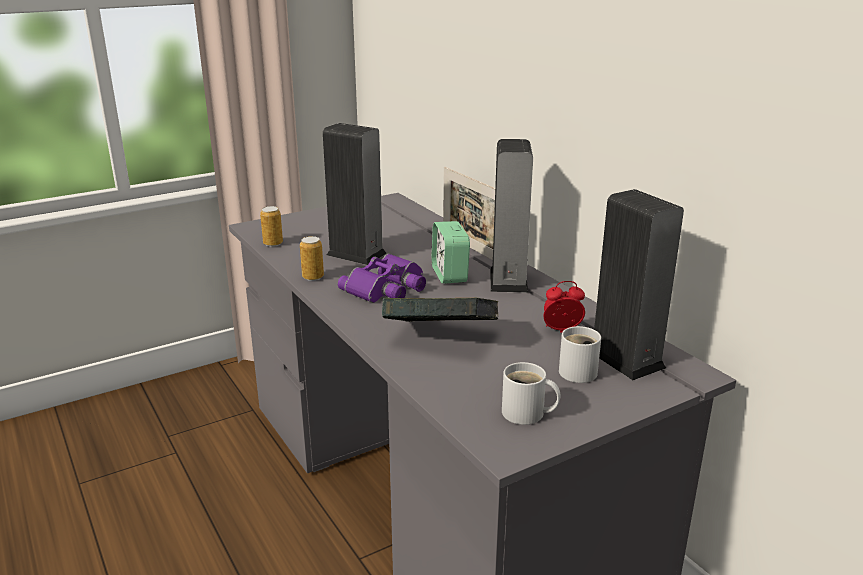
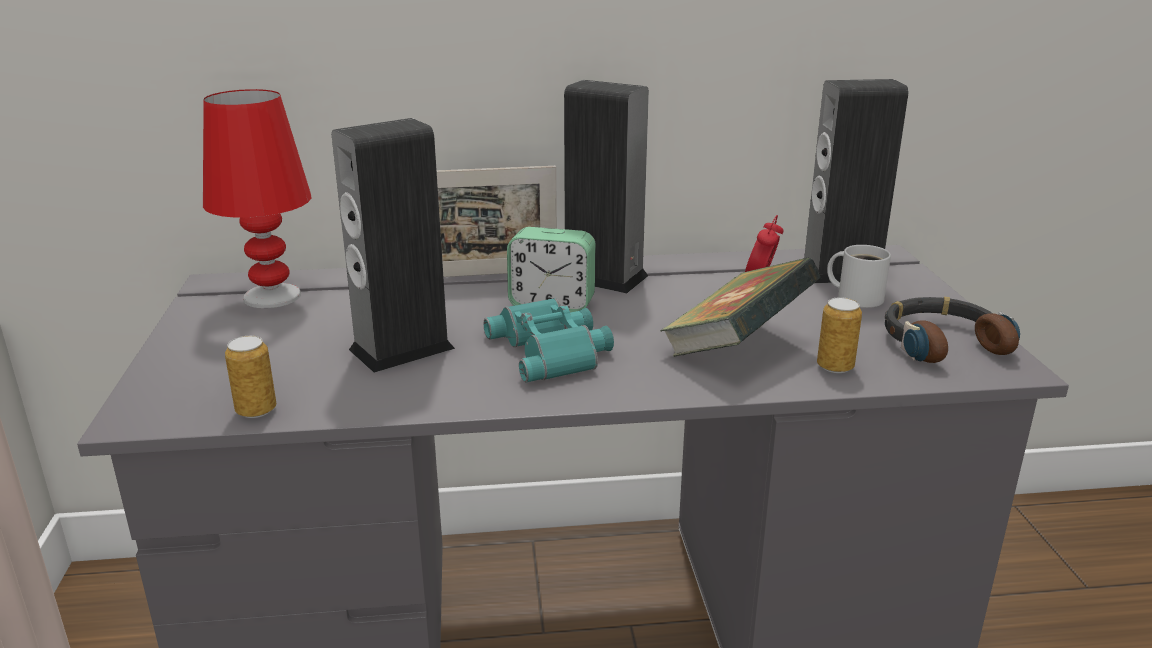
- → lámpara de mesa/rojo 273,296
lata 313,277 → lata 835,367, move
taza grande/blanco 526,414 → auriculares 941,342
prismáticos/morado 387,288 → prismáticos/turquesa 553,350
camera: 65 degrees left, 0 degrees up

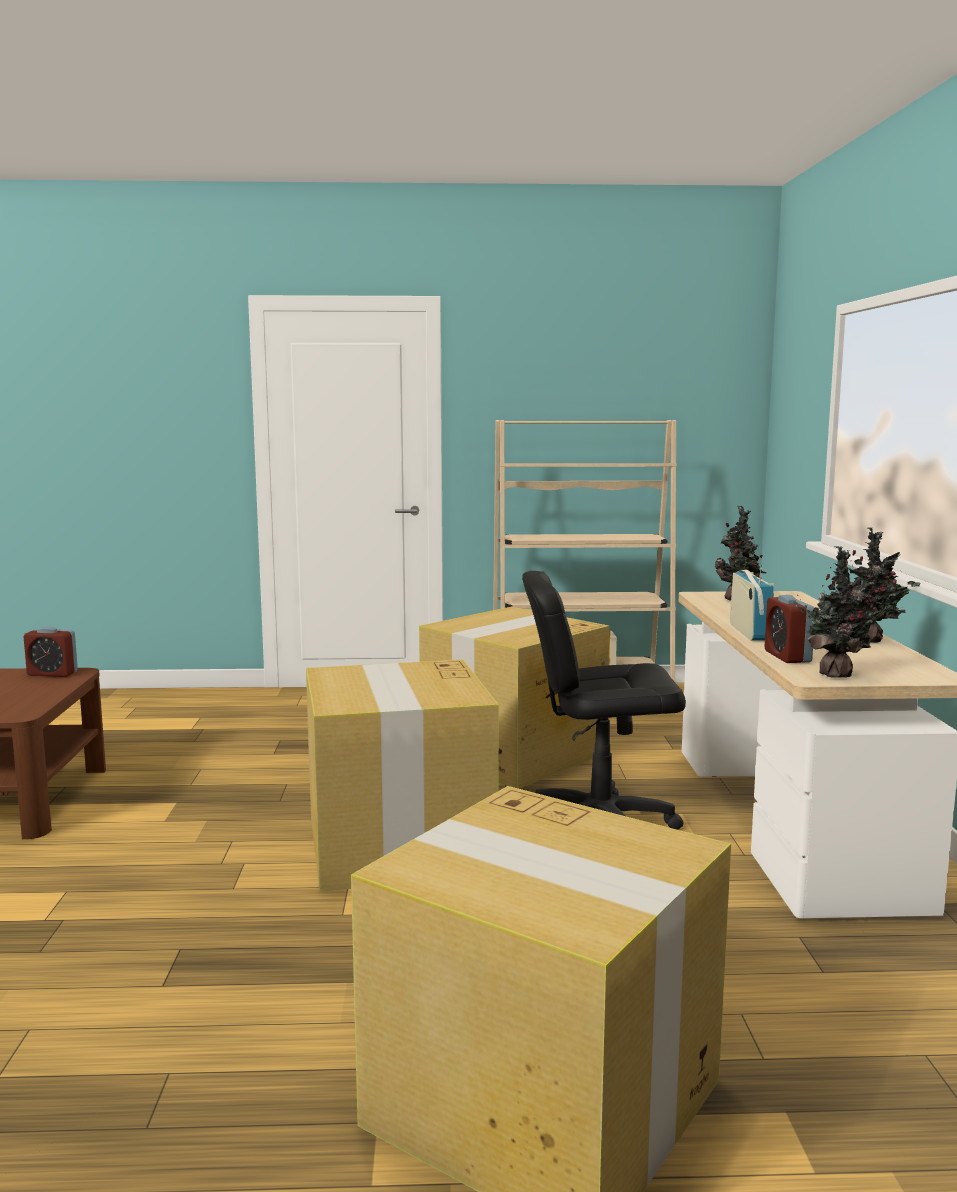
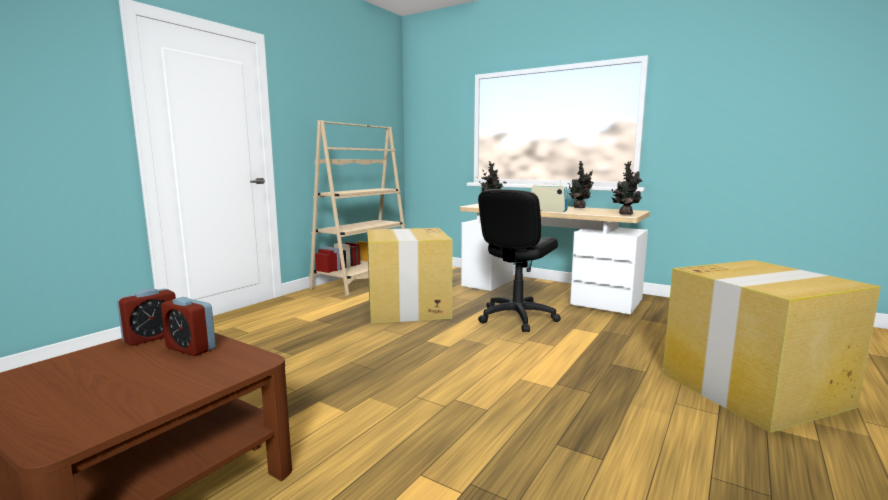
caja de cartón 399,845 → -
despertador 787,656 → despertador 190,348, move
camera: 55 degrees left, 0 degrees up

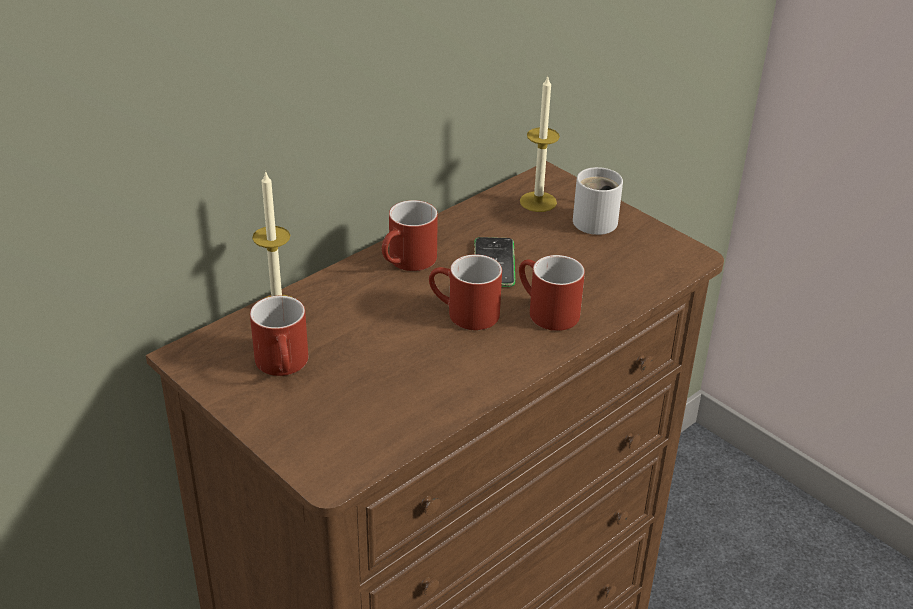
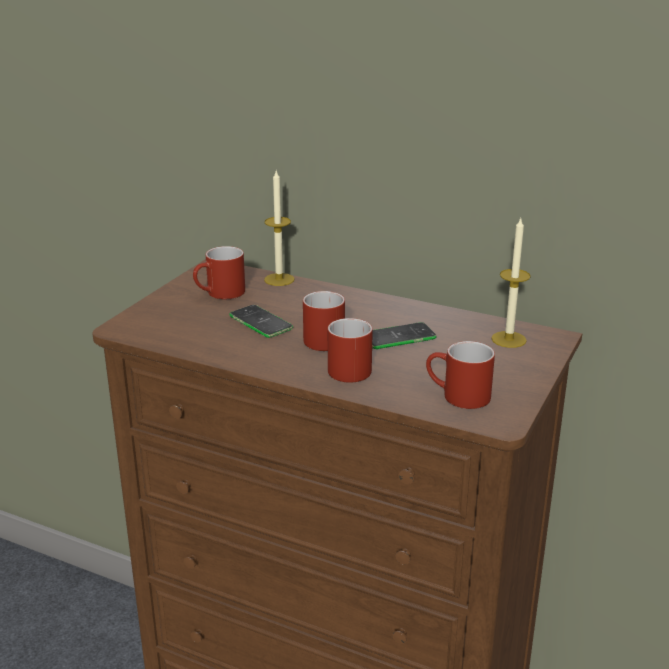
taza grande/blanco 597,220 → -
- → móvil 260,322
taza grande/rojo 408,263 → taza grande/rojo 457,396, move
camera: 70 degrees right, 10 degrees down

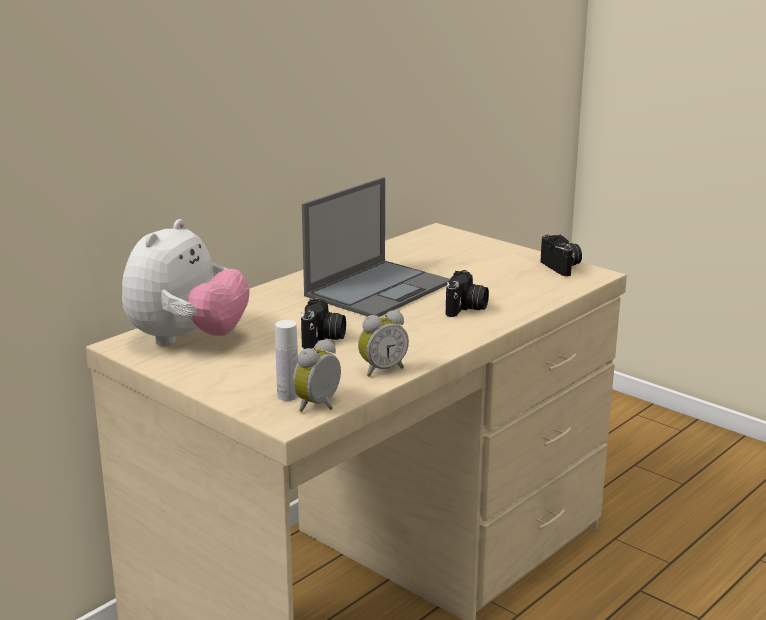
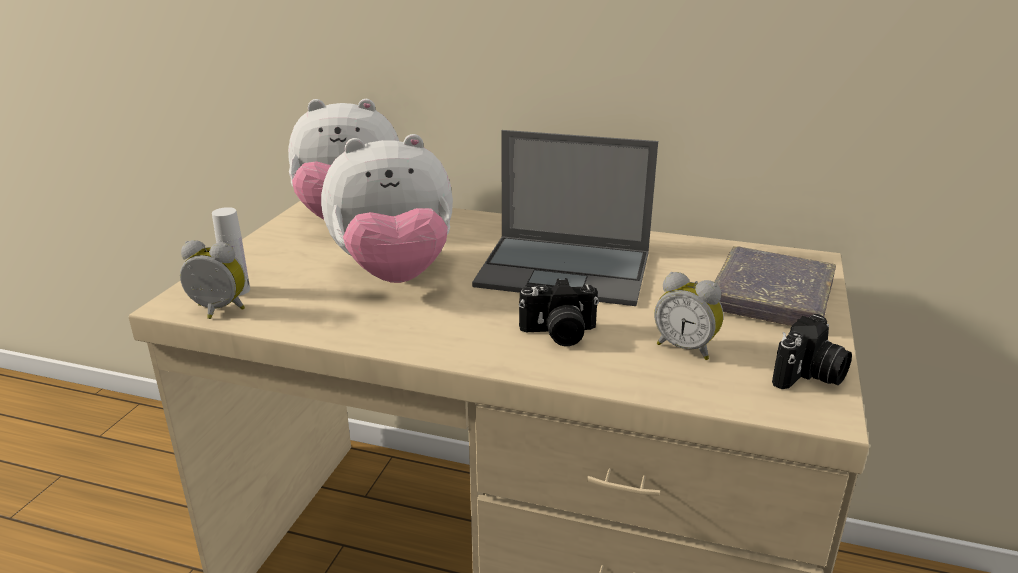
- → libro/gris 771,296
despertador 381,369 → despertador 686,348, move
cámara 323,339 → peluche 394,274
camera: 65 degrees right, 5 degrees up

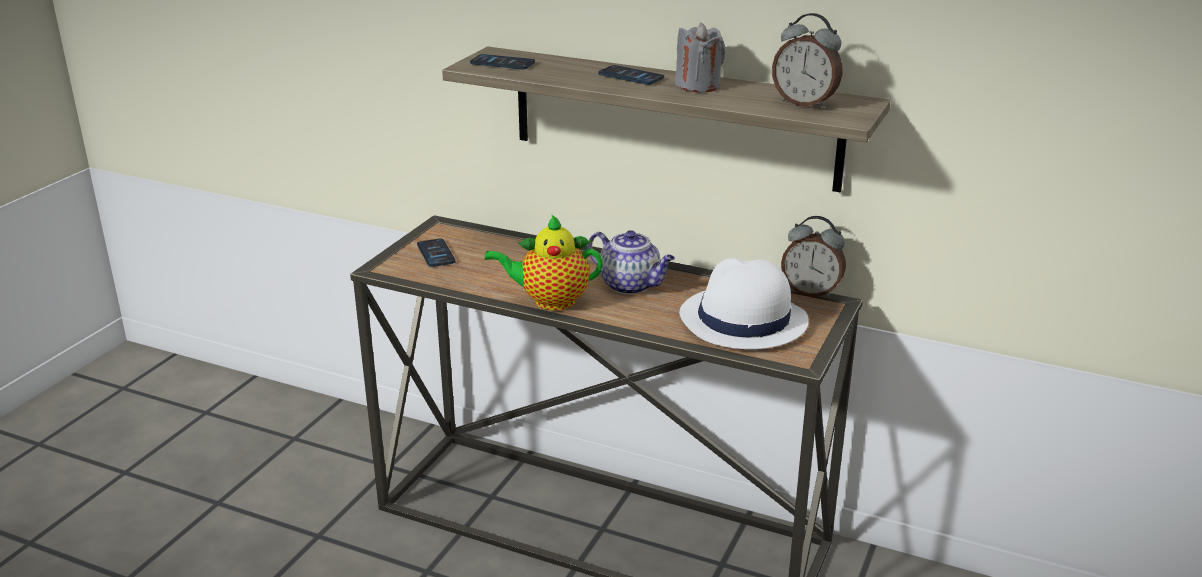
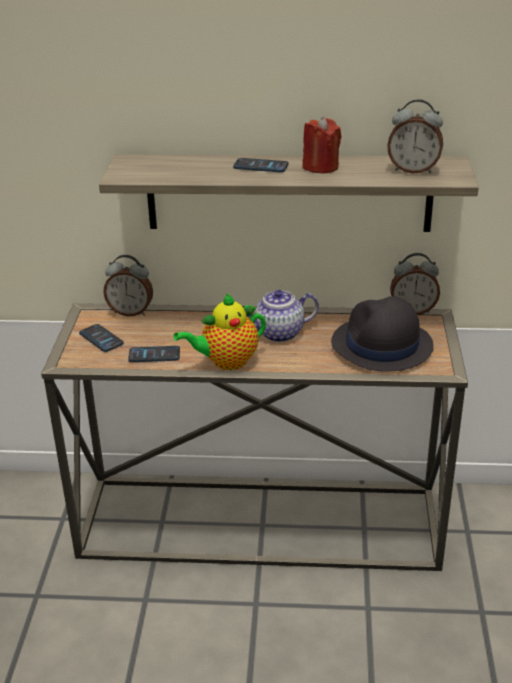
- → despertador 131,312
móvil 502,63 → móvil 154,355, move
vela/gris 698,86 → vela/rojo 320,167
sombrero/blanco 742,320 → sombrero/negro 381,346
tetera 631,285 → tetera 278,334, 150 degrees clockwise
camera: 20 degrees left, 5 degrees up

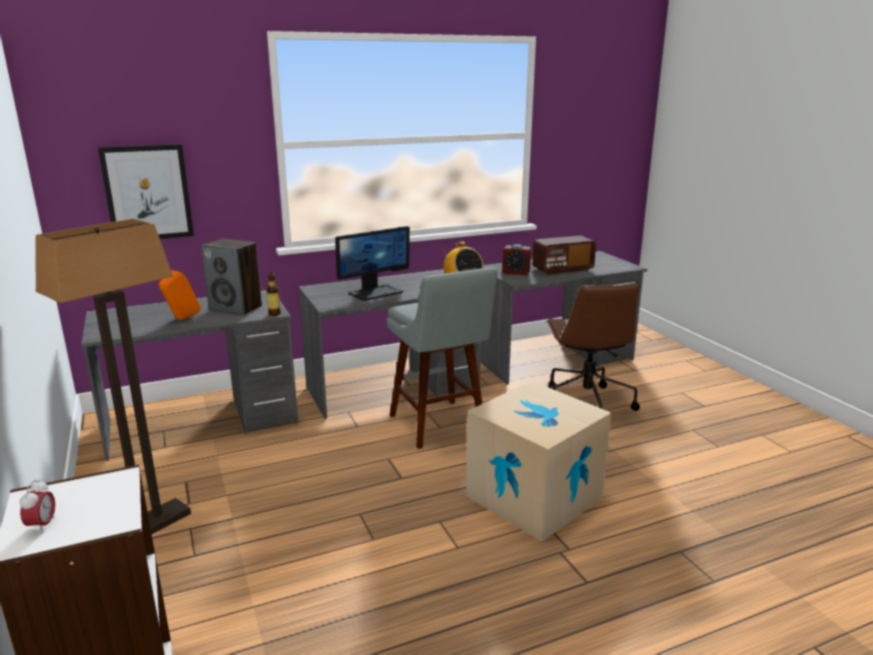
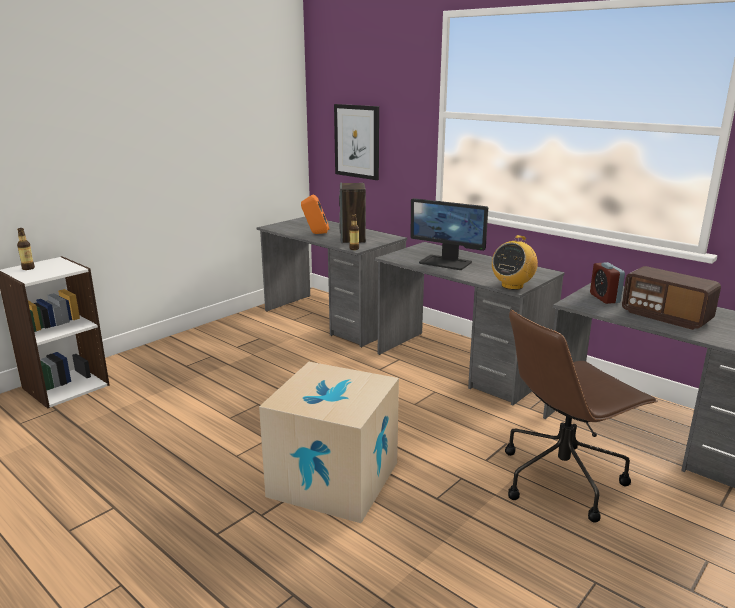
lámpara de pie 150,525 → -
taburete/gris 439,426 → -
despertador 42,525 → botella 28,268
camera: 65 degrees right, 0 degrees up

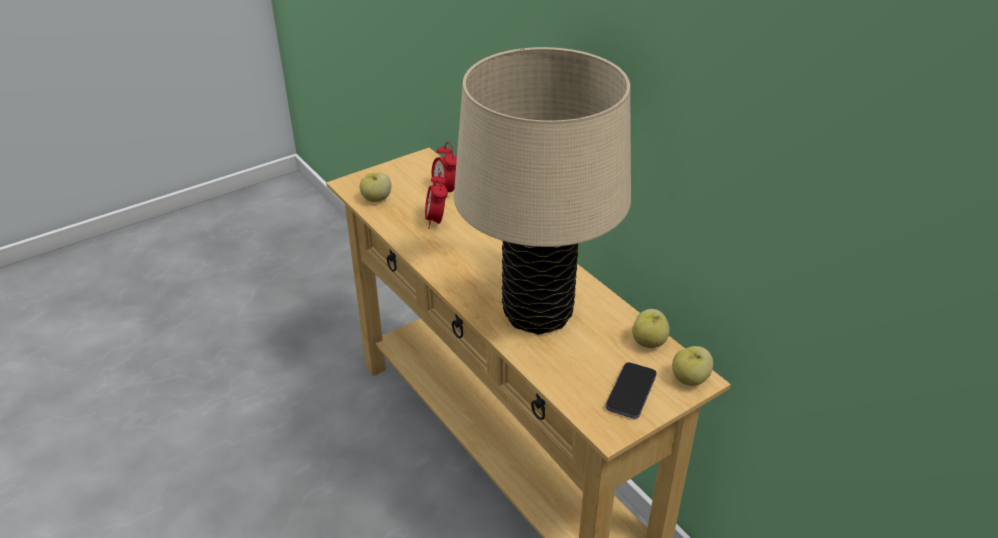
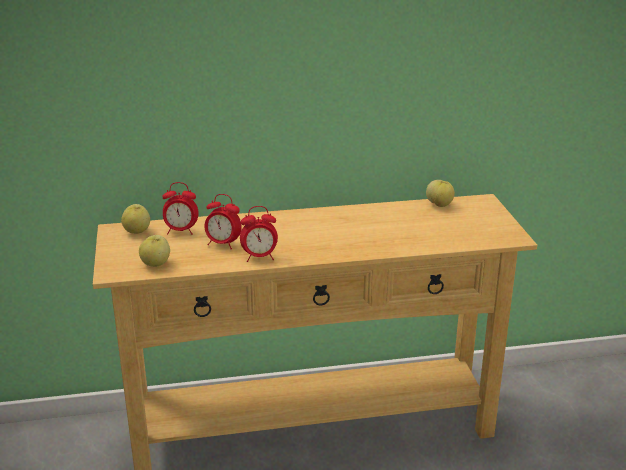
lámpara de mesa/beis 537,313 → -
móvil 631,392 → -
- → despertador 259,257
manzana 690,379 → manzana 137,231, move
camera: 65 degrees left, 10 degrees down

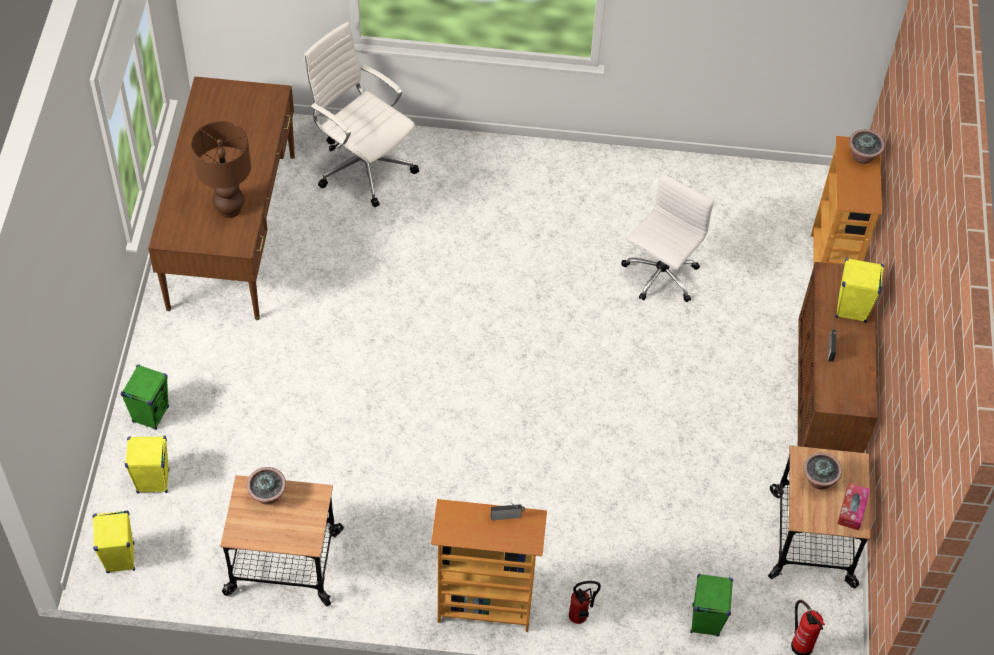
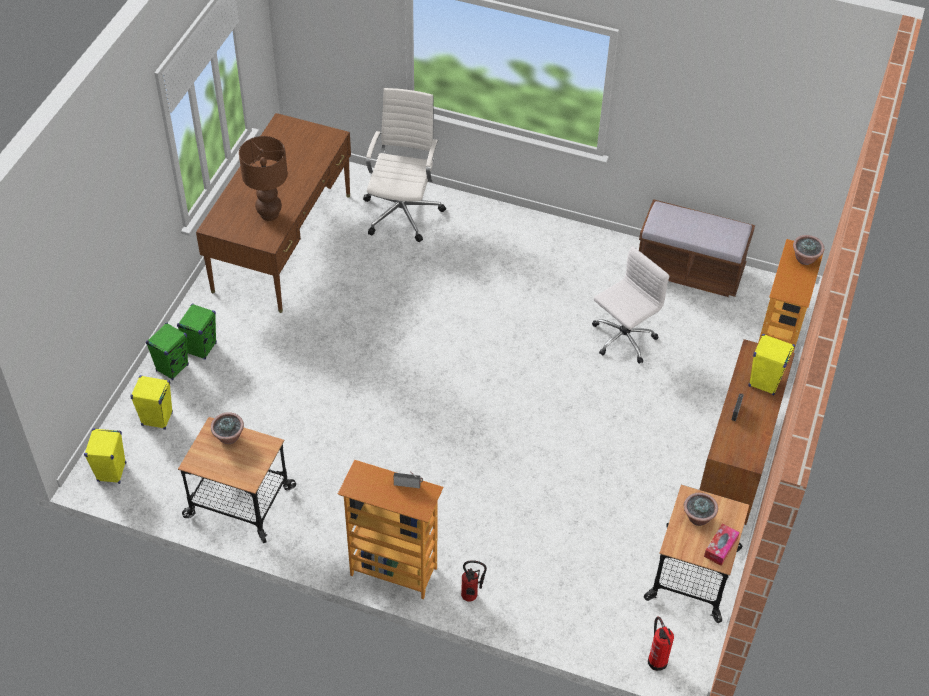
- → banco/marrón 689,271
altavoz/verde 705,620 → altavoz/verde 201,348, move
silla de oficina/blanco 363,165 → silla de oficina/blanco 403,211, 45 degrees clockwise
camera: 15 degrees right, 5 degrees down

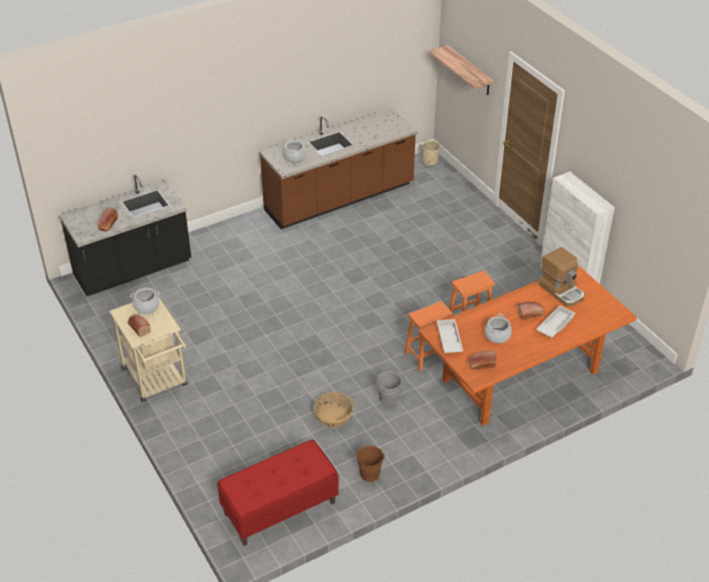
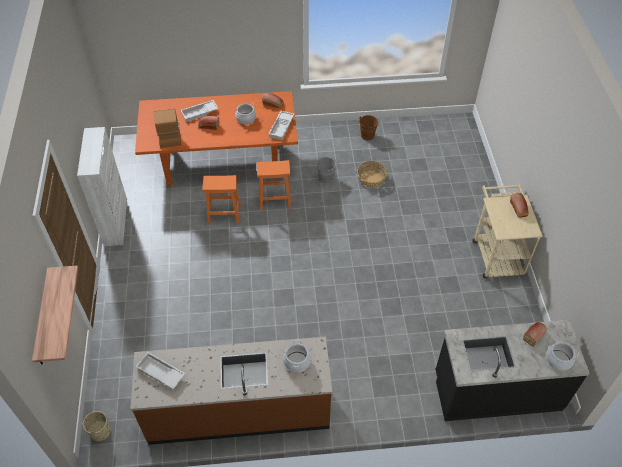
banco/rojo 280,509 → -
- → bandeja/blanco 160,373
olla 147,307 → olla 558,360, move
camera: 155 degrees left, 10 degrees up

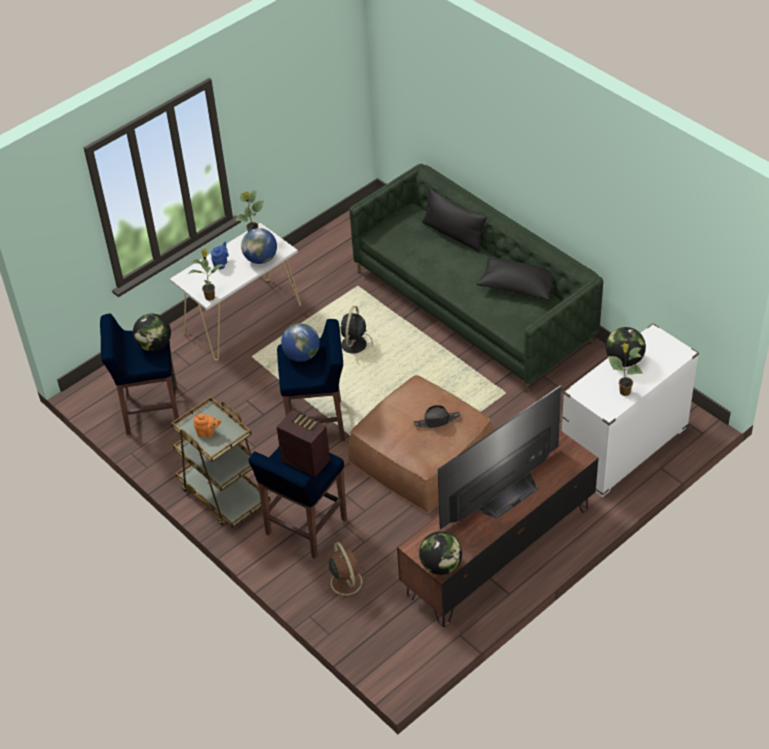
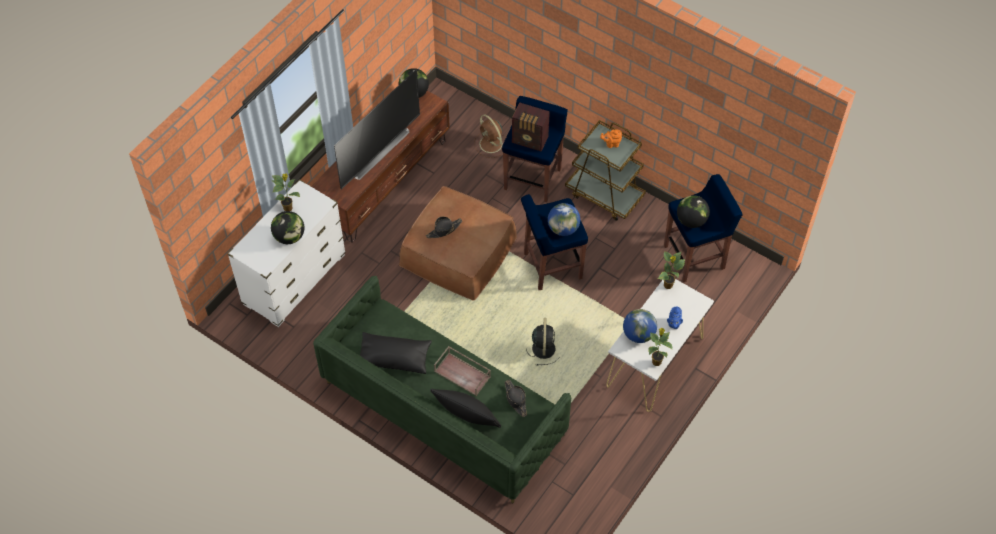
- → bandeja/marrón 463,374
- → sombrero/negro 516,400
camera: 165 degrees right, 10 degrees up

